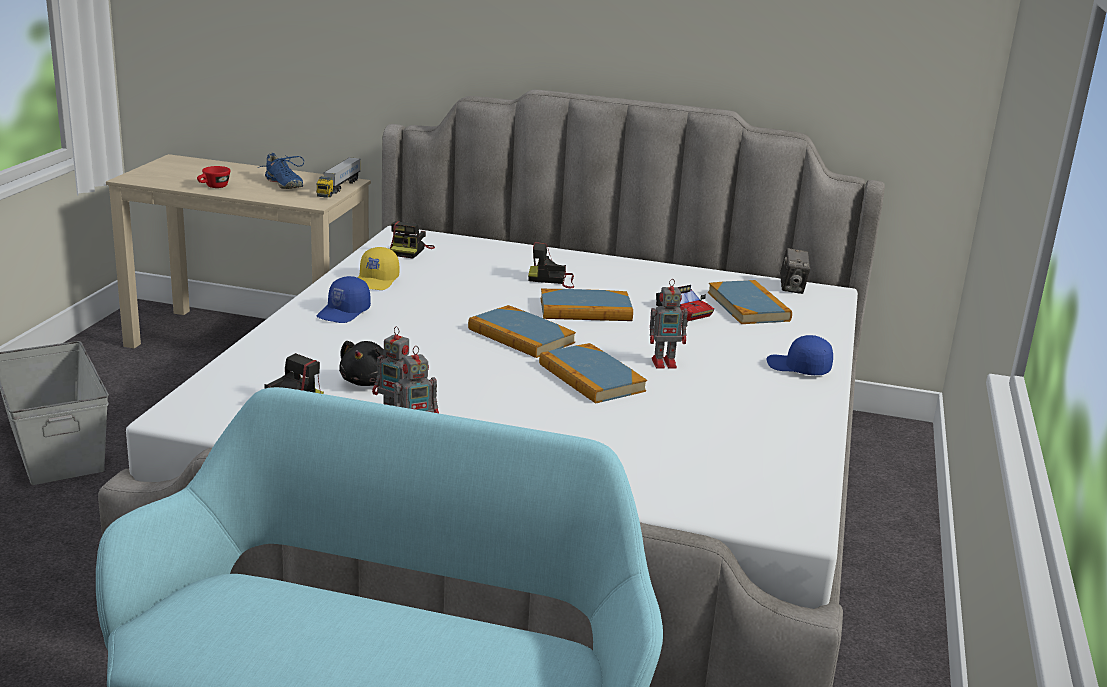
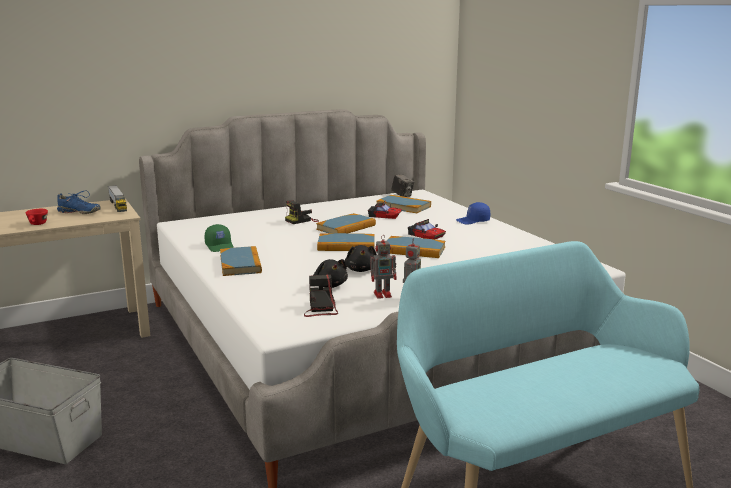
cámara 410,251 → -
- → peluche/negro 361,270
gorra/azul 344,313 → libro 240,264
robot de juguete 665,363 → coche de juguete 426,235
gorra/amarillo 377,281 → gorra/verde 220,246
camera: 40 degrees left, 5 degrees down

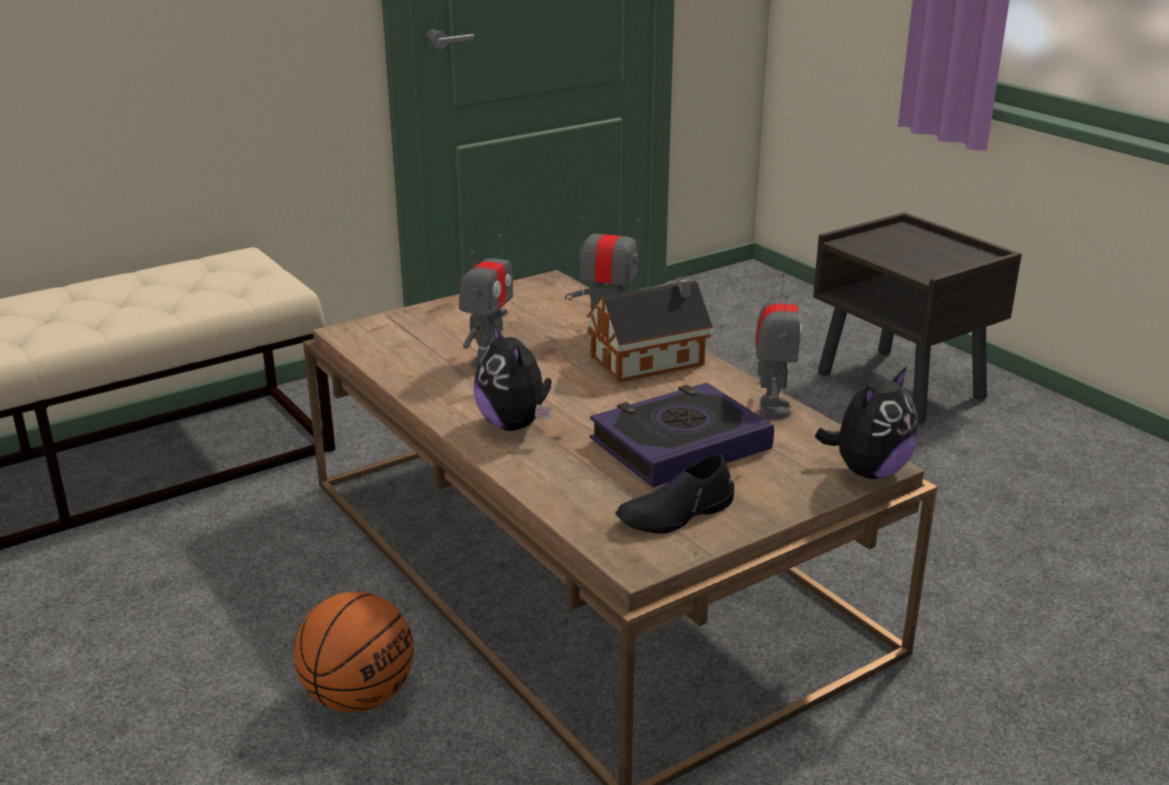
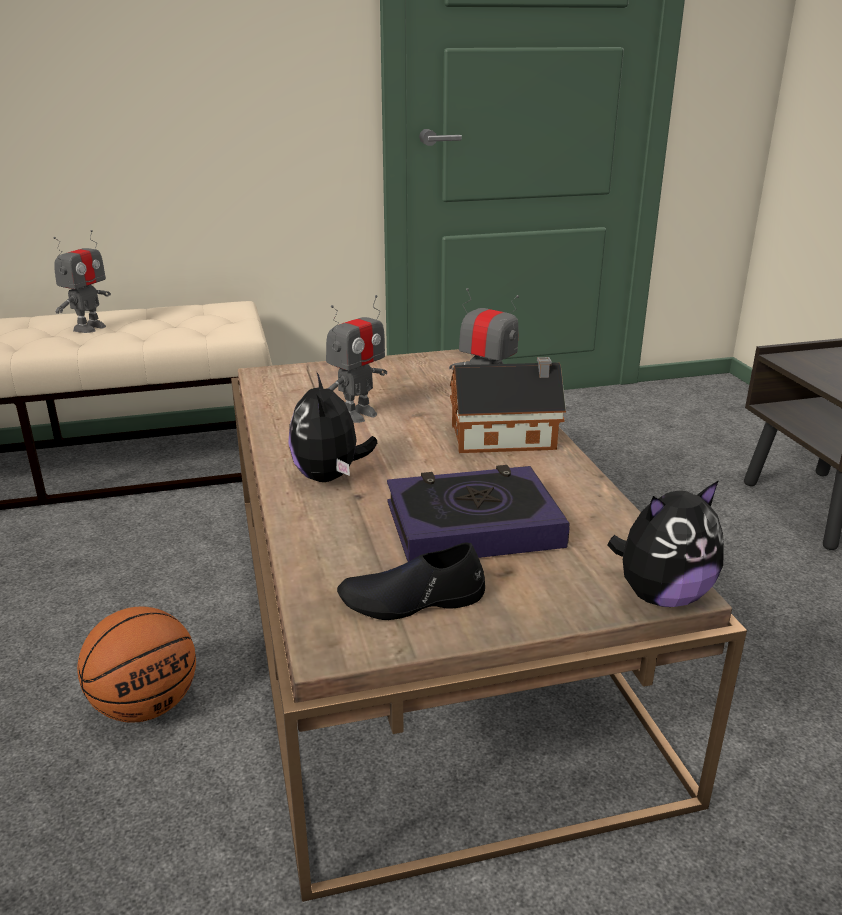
robot de juguete 772,409 → robot de juguete 89,328, move
camera: 20 degrees right, 0 degrees up

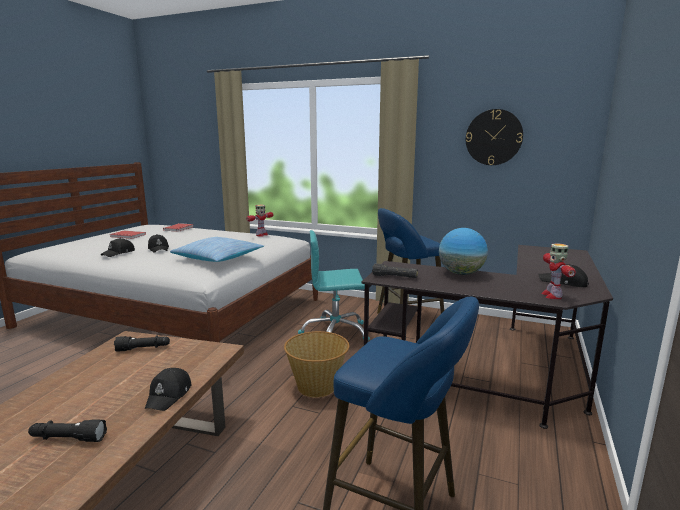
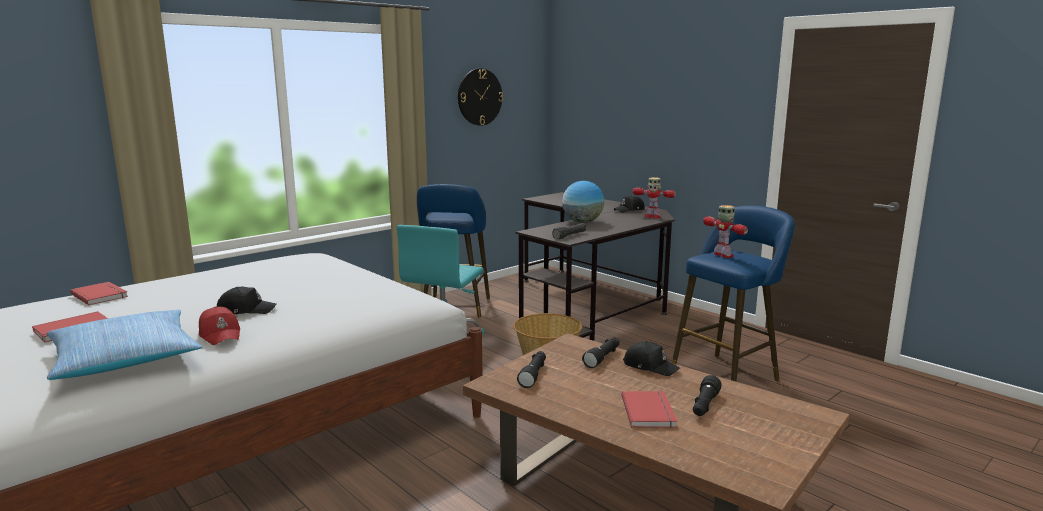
- → linterna/negro 603,358
- → libro/rojo 650,411
cojín 218,258 → cojín 125,358, move
robot de juguete 261,235 → robot de juguete 723,255, move
gorra/negro 119,253 → gorra/rojo 220,334
camera: 65 degrees left, 0 degrees up

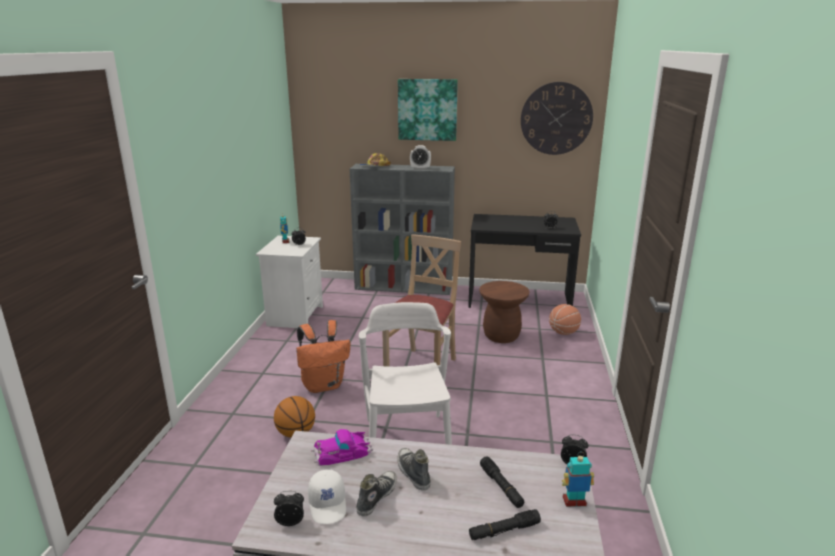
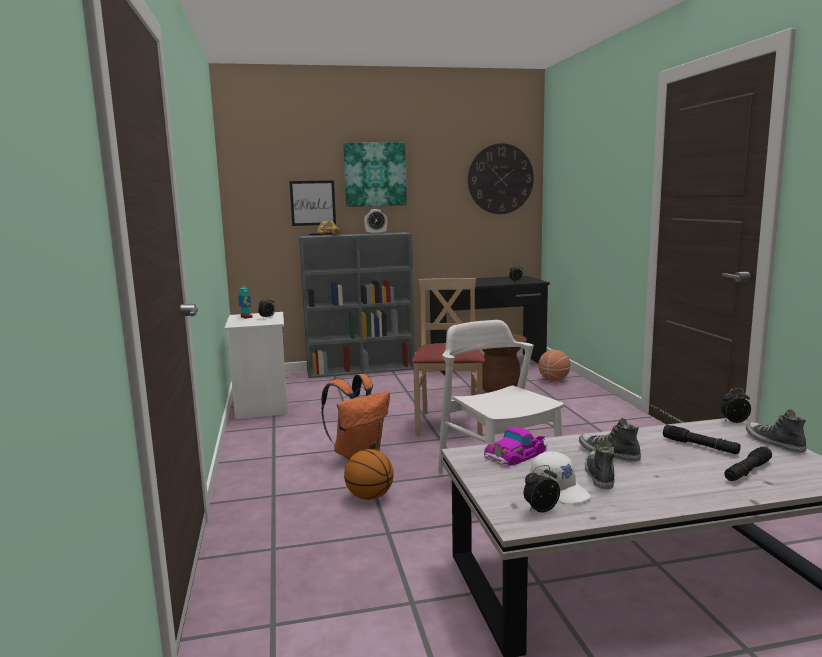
- → cuadro 313,203
robot de juguete 574,502 → zapato 773,443
camera: 20 degrees left, 10 degrees down

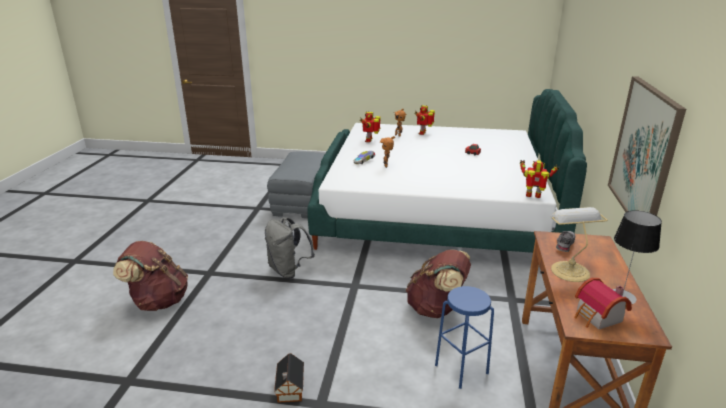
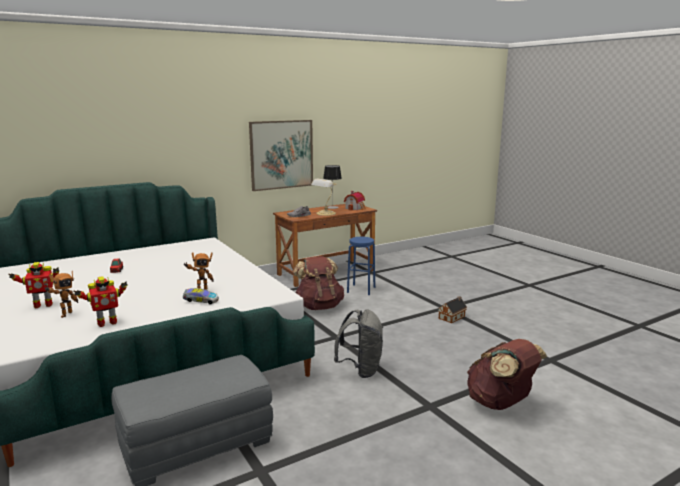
robot de juguete 533,196 → -
camera: 130 degrees left, 10 degrees down

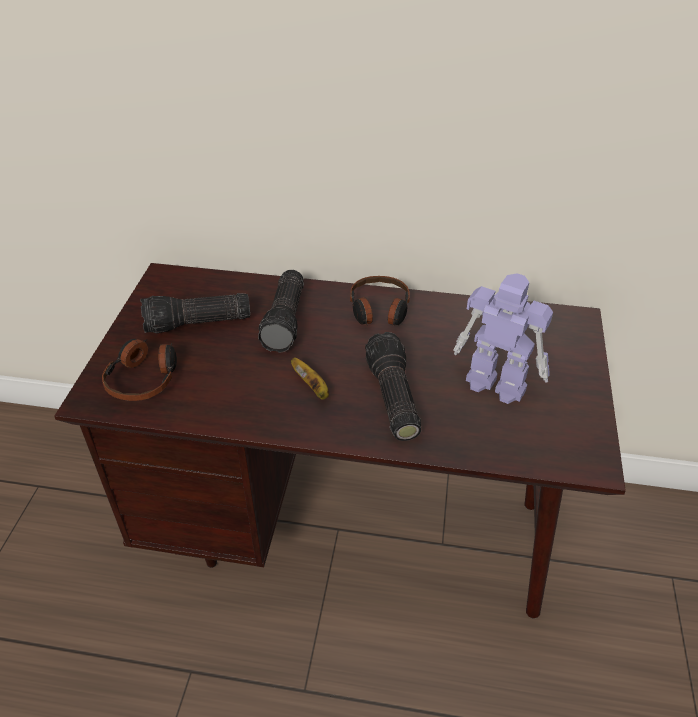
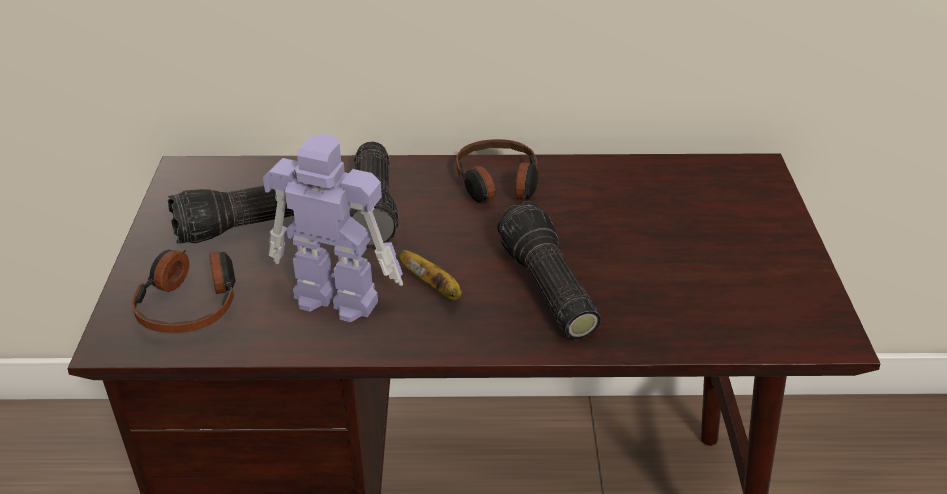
robot de juguete 494,383 → robot de juguete 335,297, move
camera: 10 degrees left, 5 degrees down

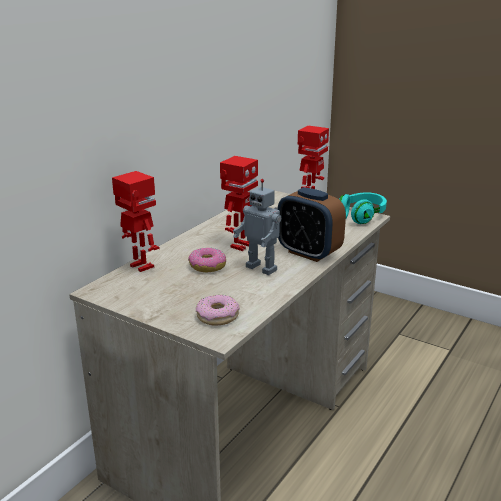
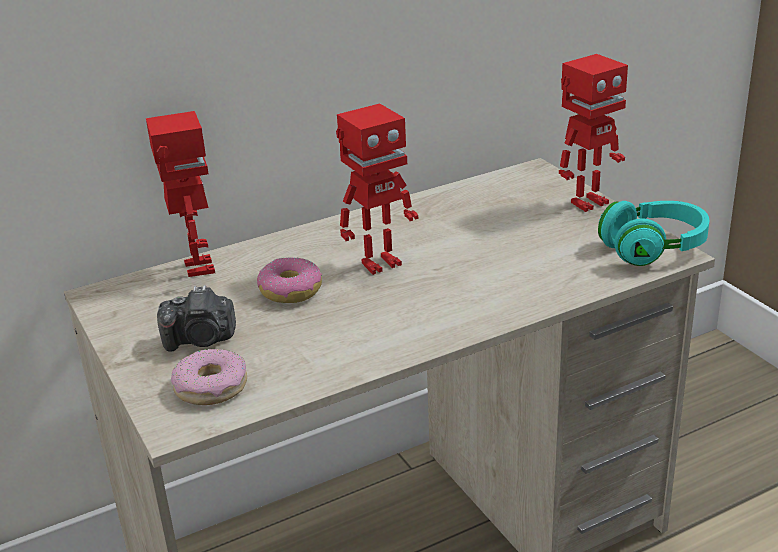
robot de juguete 262,268 → -
despertador 308,253 → -
- → cámara 201,340
camera: 30 degrees right, 5 degrees up

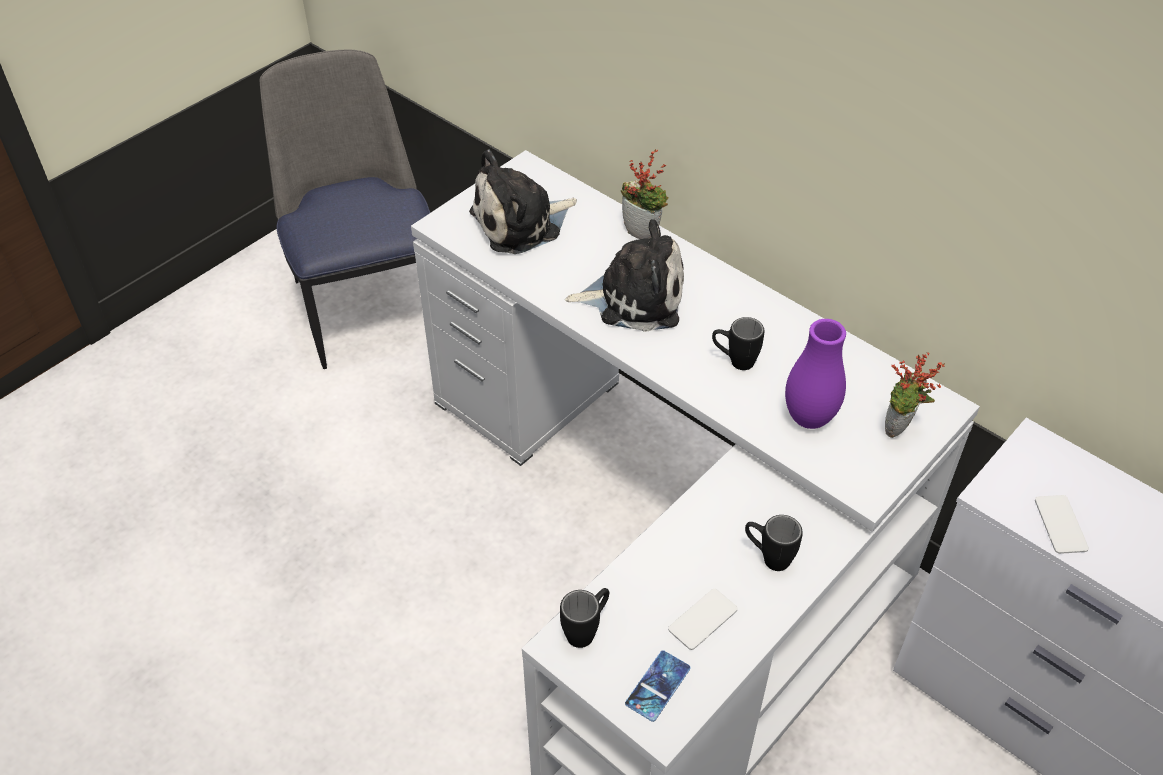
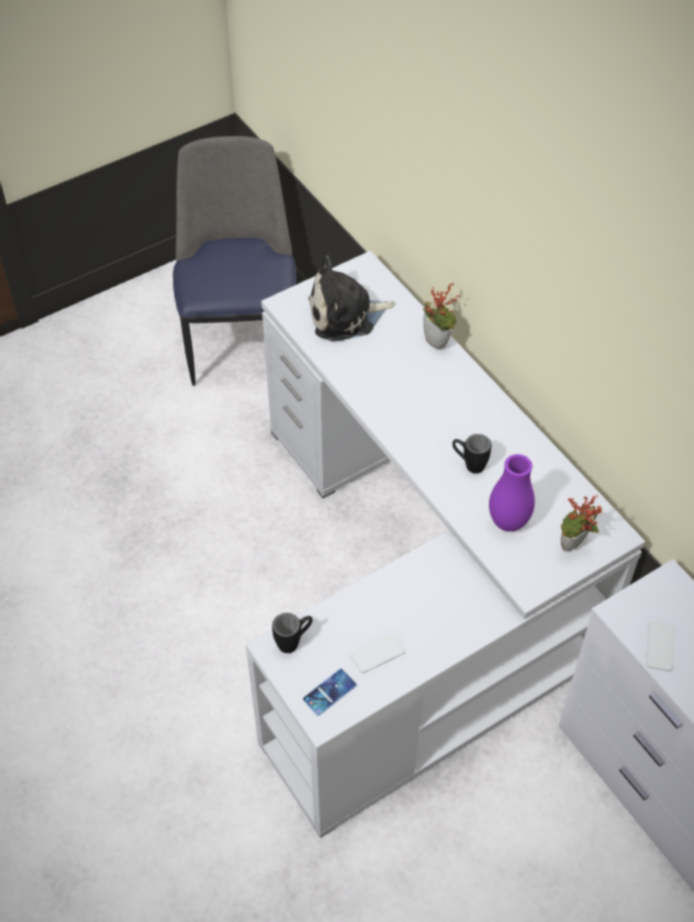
peluche 634,297 → -
taza grande/negro 768,557 → -
camera: 15 degrees right, 5 degrees up

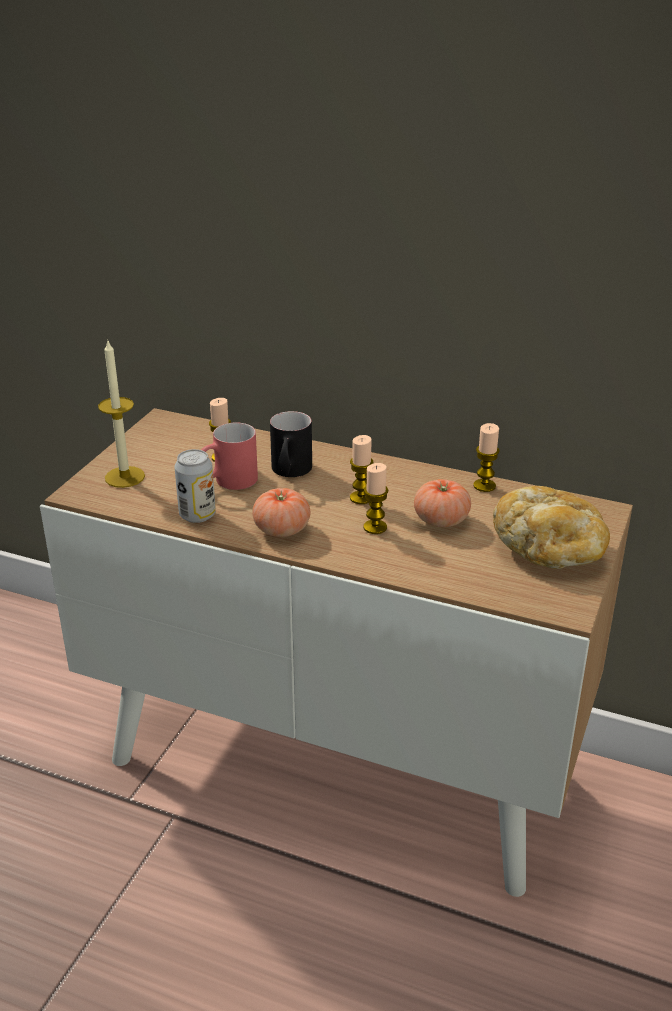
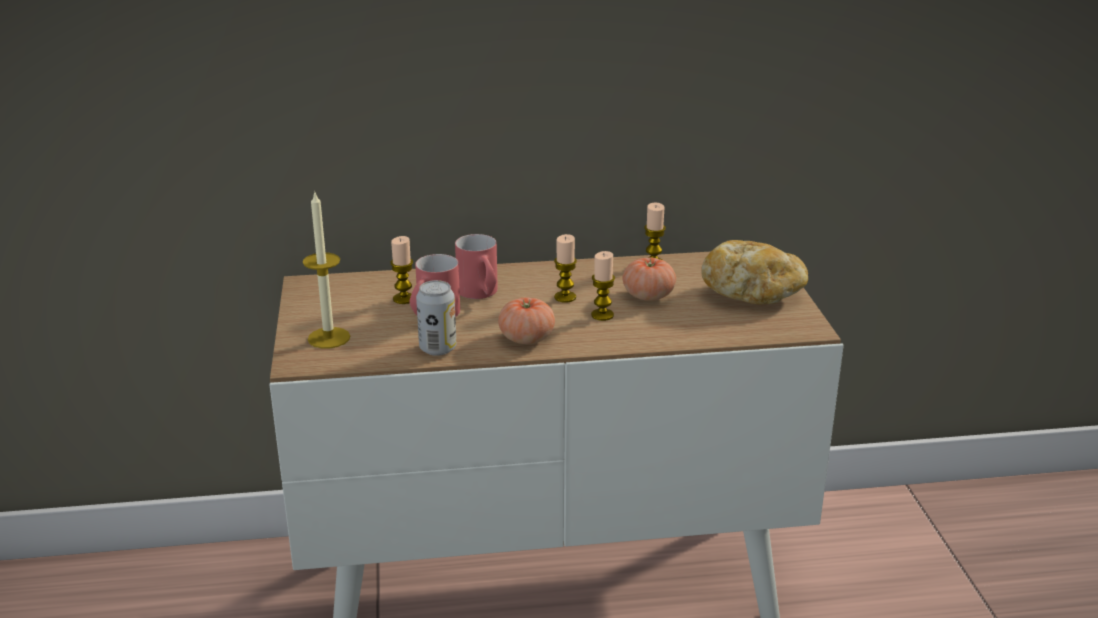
taza grande/negro 290,473 → taza grande/rojo 481,295
camera: 30 degrees left, 5 degrees down

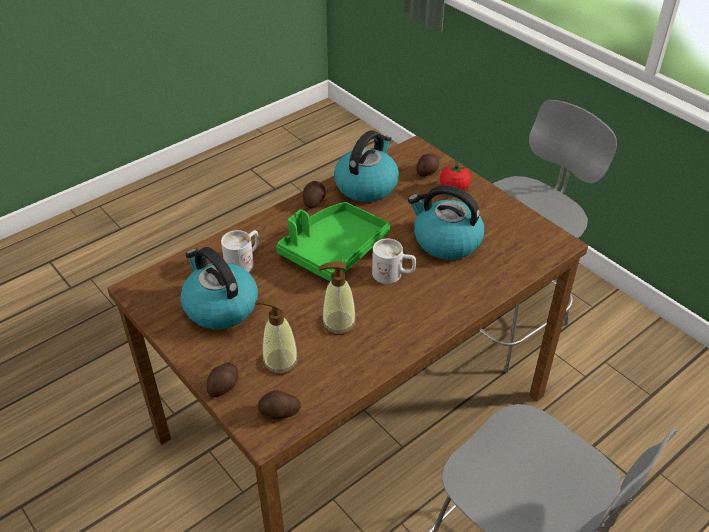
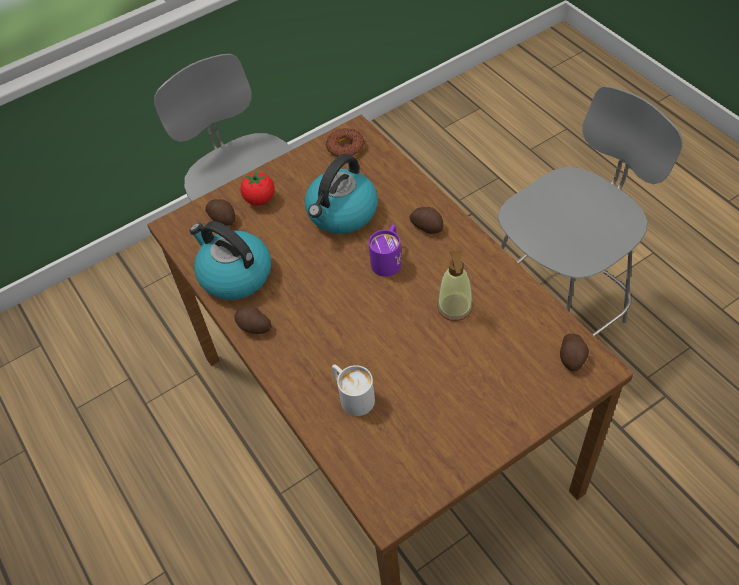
hervidor 220,306 → -
dispensador de jabón 280,361 → -
bandeja/verde 333,250 → -
- → rosquilla 345,147
patata 224,386 → patata 427,226, move
taza grande/blanco 393,275 → taza grande/morado 388,259
camera: 80 degrees left, 10 degrees up

